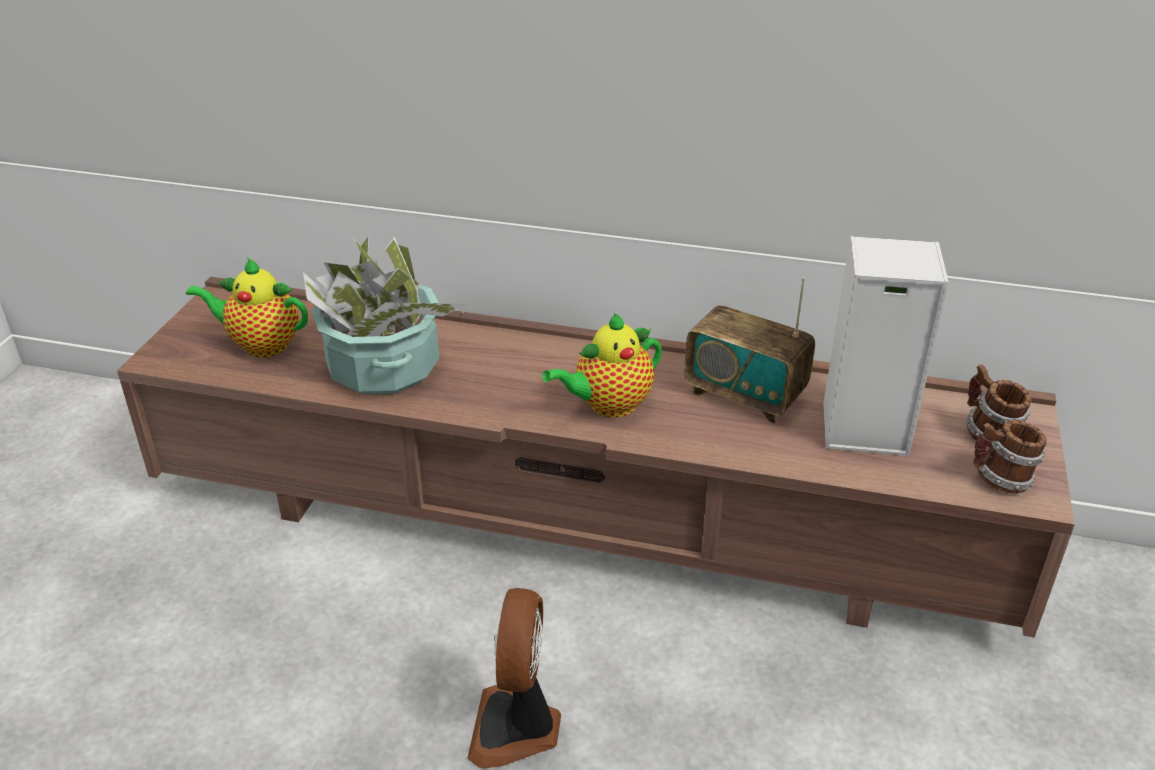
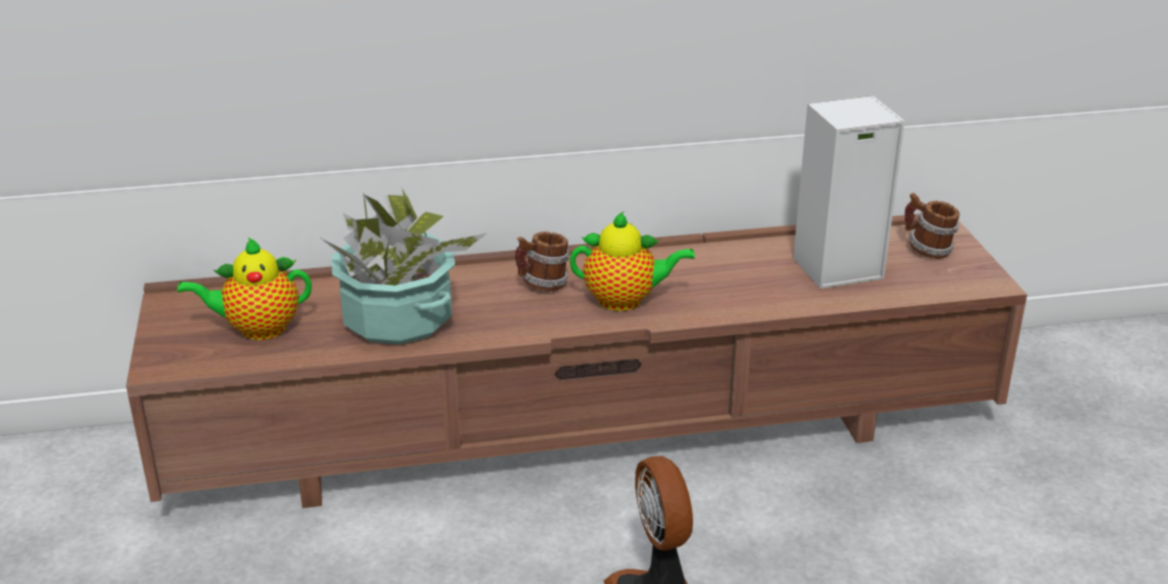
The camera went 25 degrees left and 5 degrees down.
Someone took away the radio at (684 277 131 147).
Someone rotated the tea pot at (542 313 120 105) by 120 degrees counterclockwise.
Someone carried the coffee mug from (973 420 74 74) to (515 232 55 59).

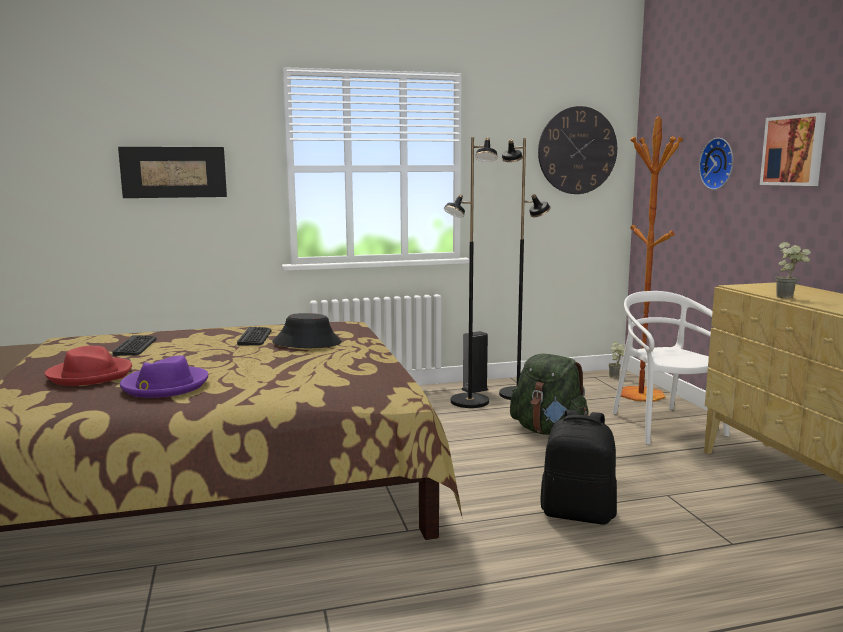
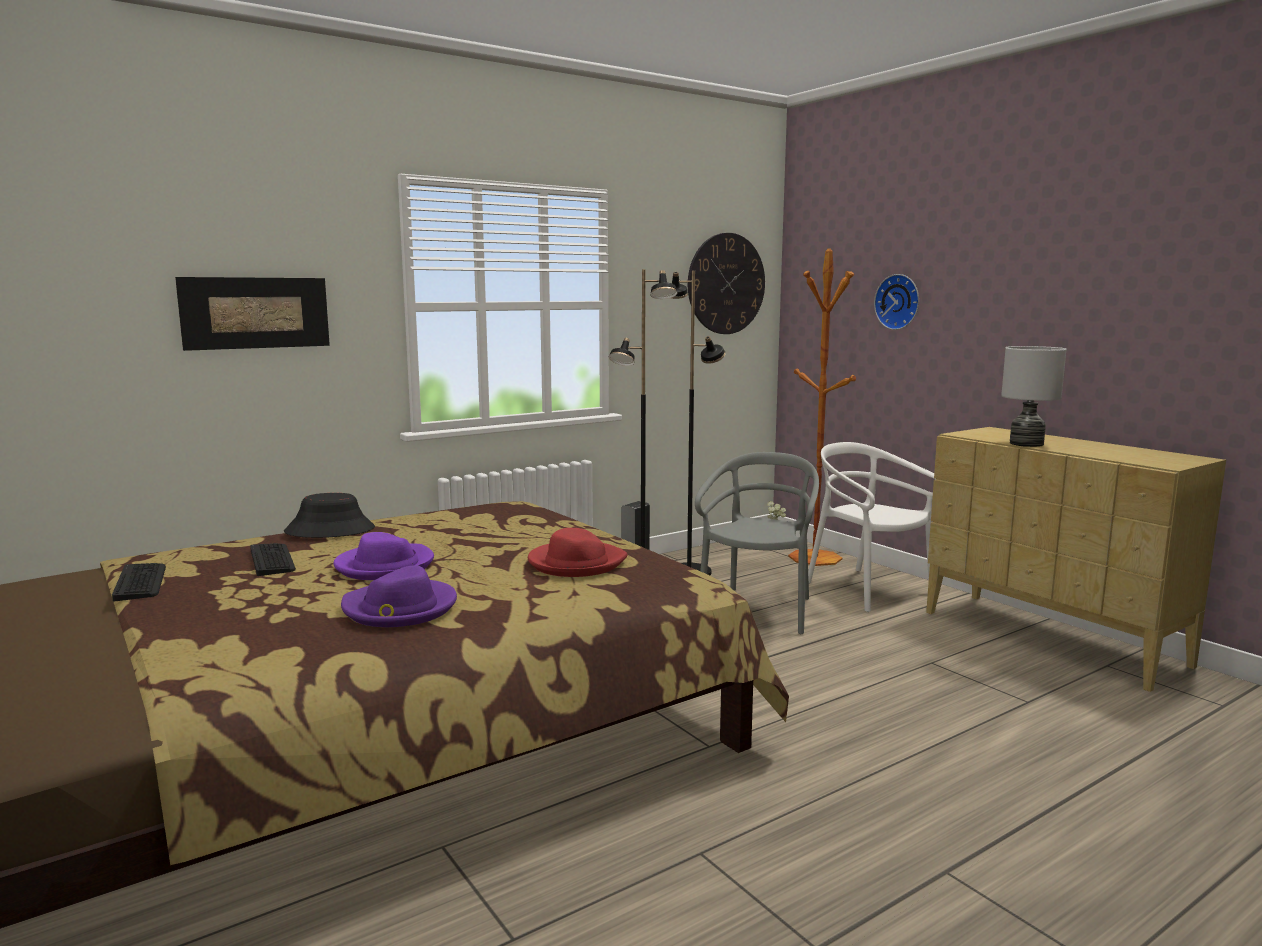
The camera went 20 degrees left and 0 degrees up.
Someone took away the wall picture at (760 113 66 73).
Someone swapped the plant in a pot at (776 242 35 57) for the grey lamp for a table at (1001 346 66 101).
Someone carried the black wearable hat from (272 313 70 35) to (284 493 91 45).
Someone carried the keyboard from (237 327 35 19) to (112 563 54 38).
Someone carried the red-coloured wearable hat from (45 346 87 40) to (528 528 100 49).
Someone swapped the greenish rucksack at (510 354 79 81) for the grey chair at (695 452 124 182).
Someone took away the black rucksack at (540 410 77 115).
Someone put down the purple wearable hat at (333 532 101 48).

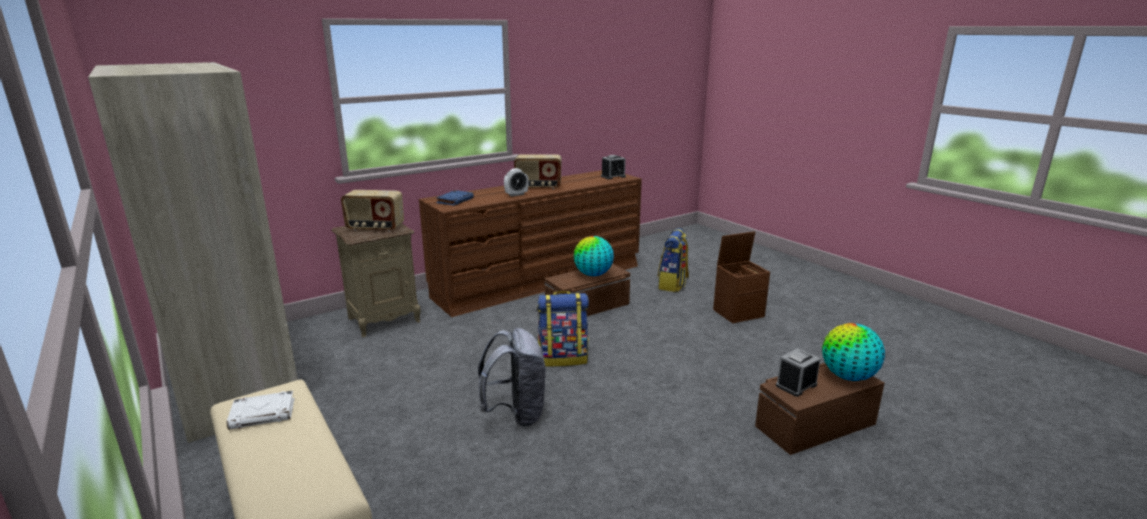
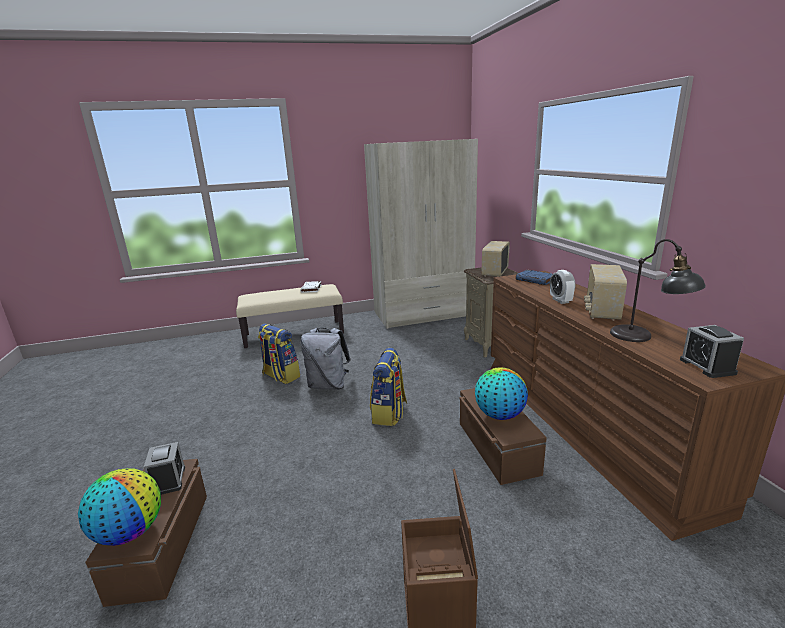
The camera went 110 degrees right and 0 degrees up.
Someone carried the rucksack from (658 228 31 64) to (258 323 42 61).
Someone put down the grey lamp for a table at (610 239 96 103).

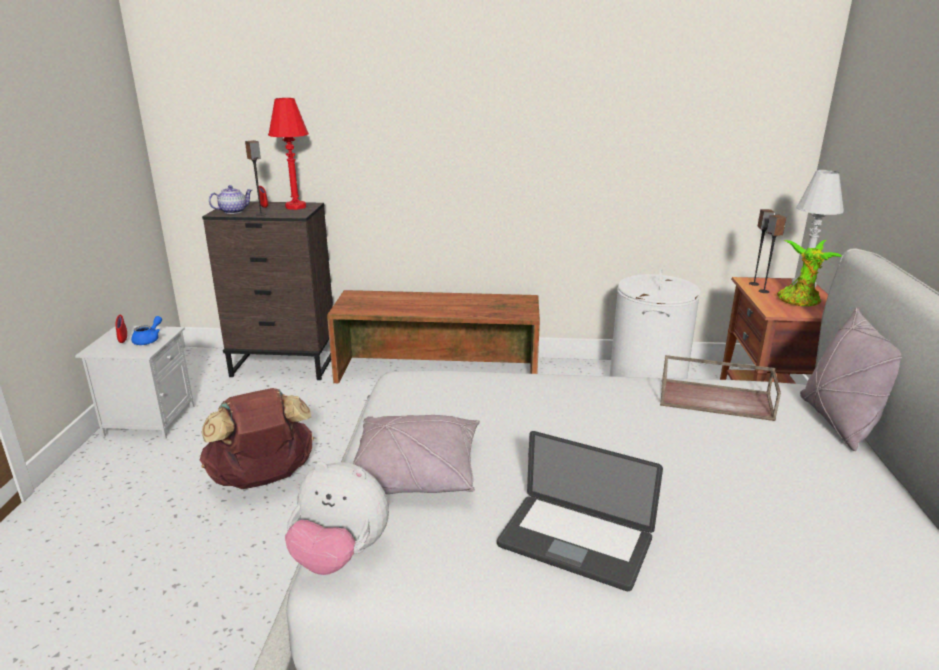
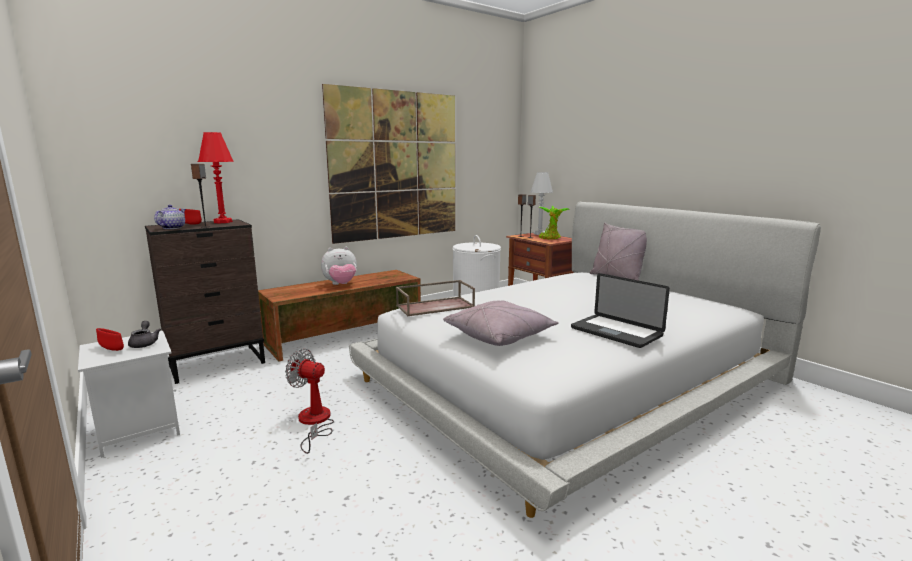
The camera went 40 degrees left and 10 degrees down.
Someone repainted the blue tea pot at (131 316 31 29), which became the grey tea pot at (128 321 33 27).
Someone carried the brown-coloured serving tray from (660 355 121 66) to (396 280 79 36).
Someone swapped the brown-coloured rucksack at (200 388 114 101) for the electric fan at (285 349 49 105).
Someone rotated the notebook computer at (497 431 166 160) by 60 degrees clockwise.
Someone carried the cuddly toy from (285 461 104 114) to (321 247 36 38).
Someone put up the wall picture at (322 84 133 160).

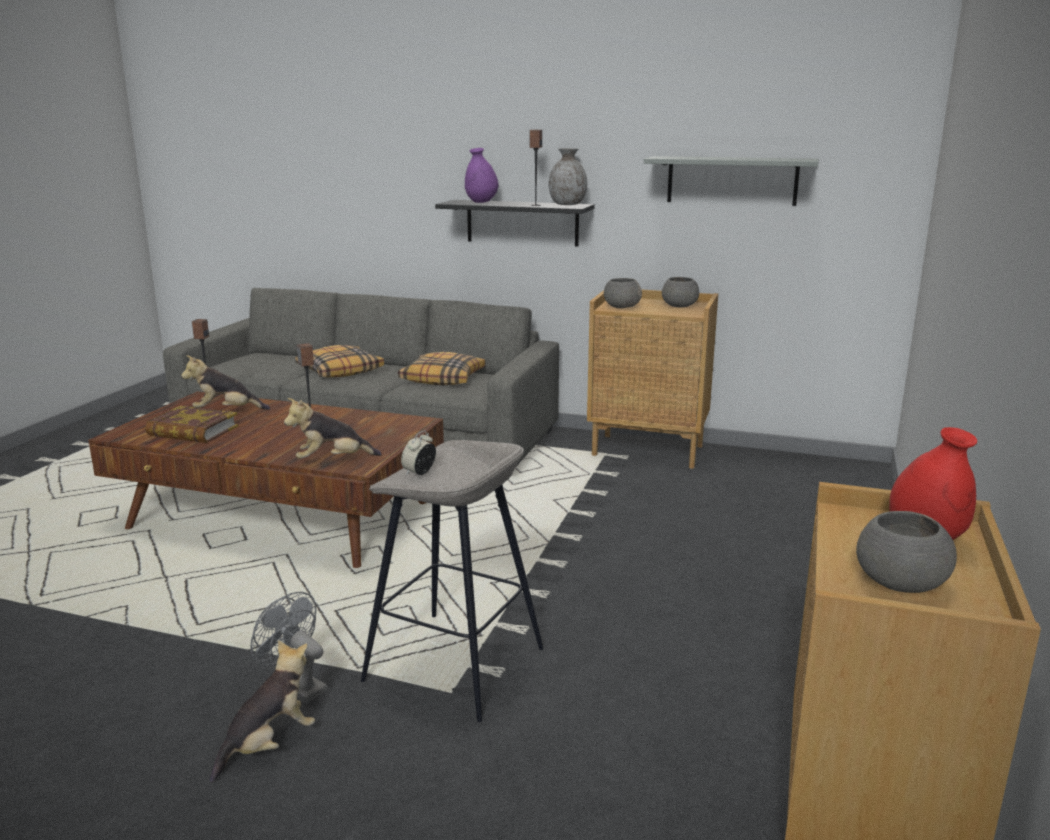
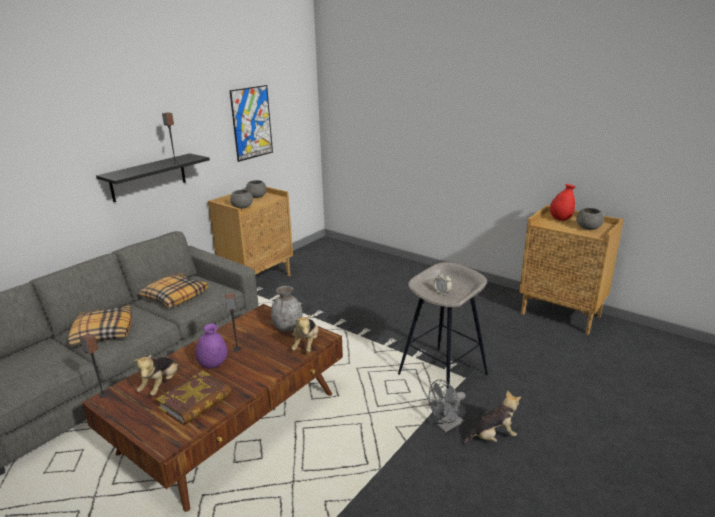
The camera went 70 degrees left and 5 degrees up.
Someone carried the purple vase from (465 148 34 55) to (195 323 33 46).
Someone carried the grey vase from (549 148 38 57) to (271 286 32 46).
Someone swapped the grey shelf at (644 156 175 50) for the wall picture at (230 85 43 77).
Someone rotated the cuddly toy at (210 640 105 143) by 105 degrees clockwise.

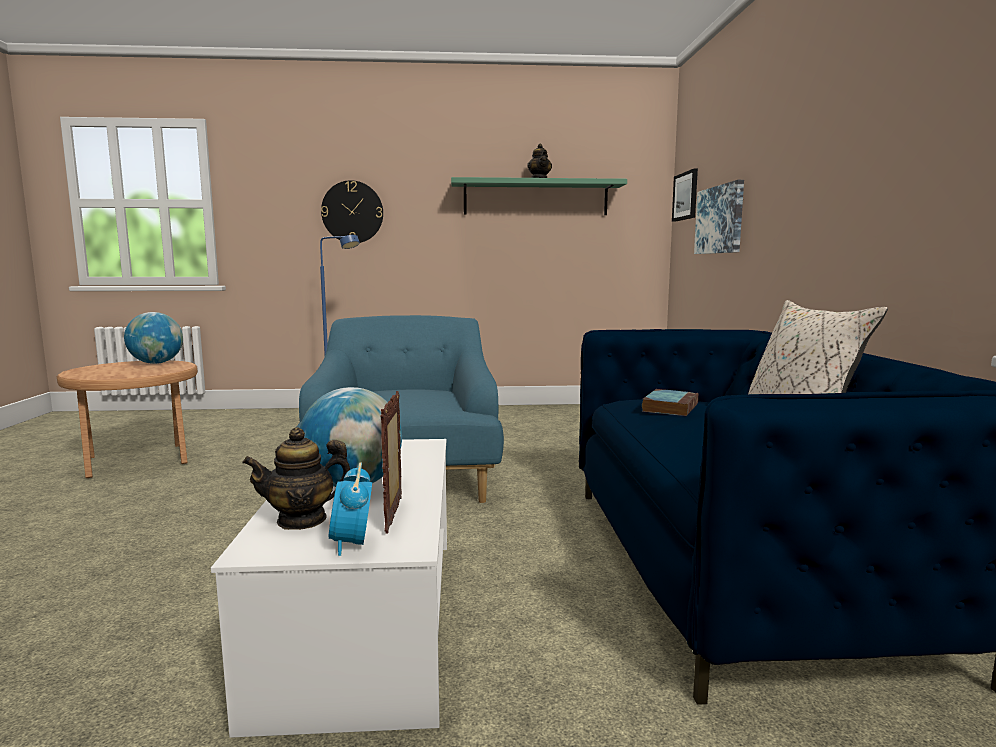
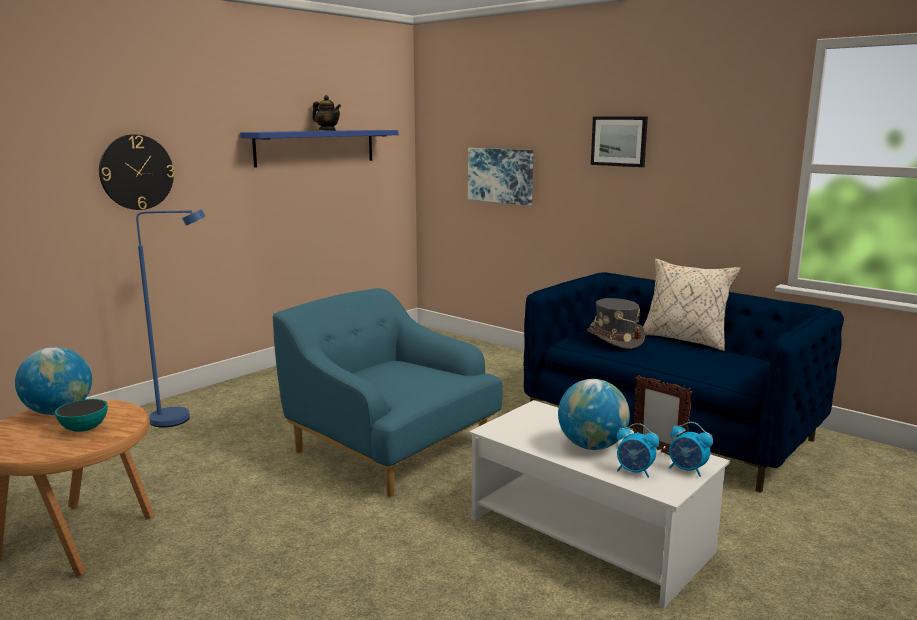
The camera went 45 degrees left and 5 degrees up.
Someone carried the wall picture from (672 168 26 54) to (591 117 57 50).
Someone repainted the greenish shelf at (451 177 176 38), which became the blue shelf at (240 130 159 38).
Someone swapped the bound book at (642 389 57 27) for the grey wearable hat at (586 298 59 51).
Someone swapped the tea pot at (242 427 108 103) for the bedside clock at (617 423 43 55).
Someone put down the deep dish at (55 399 53 33).

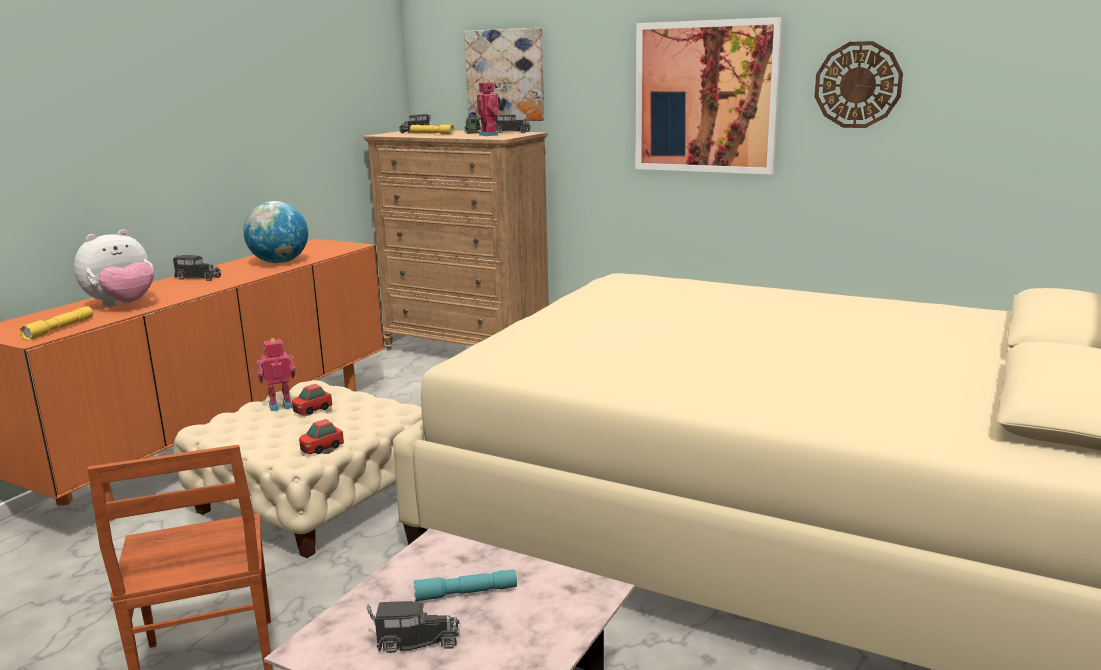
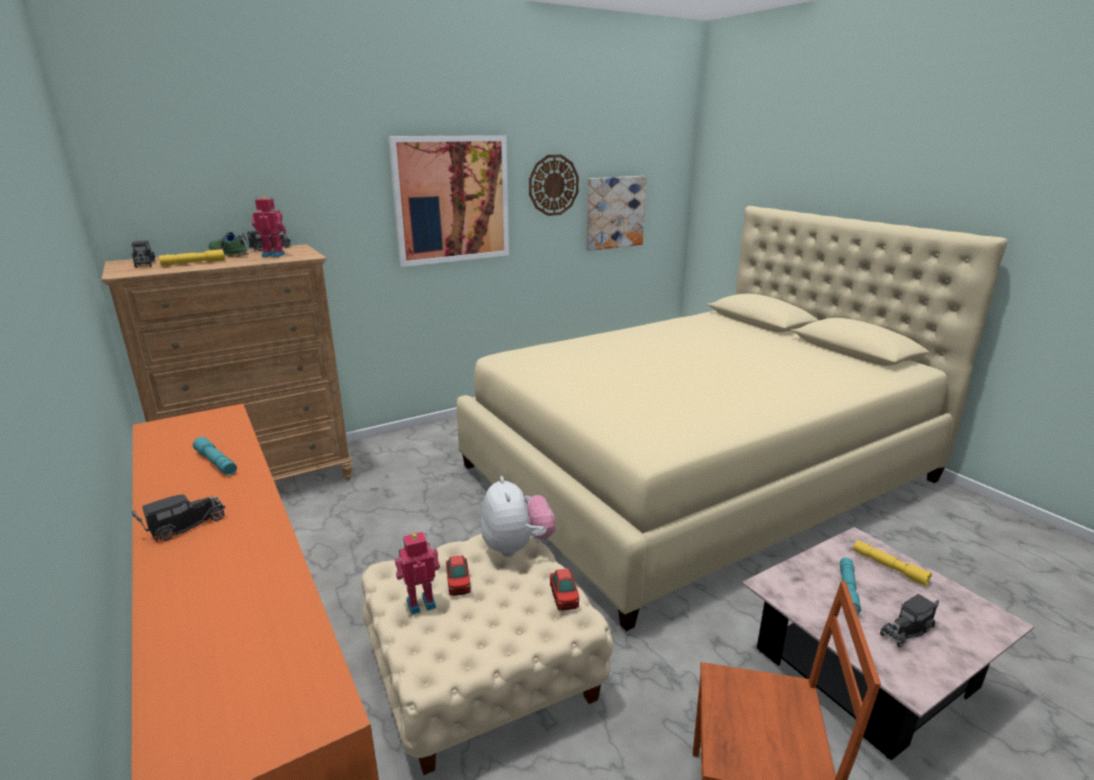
The camera went 60 degrees left and 5 degrees up.
Someone carried the wall picture from (464 28 80 93) to (587 176 59 75).
Someone swapped the globe at (243 201 65 62) for the turquoise-coloured flashlight at (193 437 44 39).
Someone carried the cuddly toy from (74 229 80 78) to (481 476 75 81).
Someone carried the yellow-coloured flashlight from (19 306 74 35) to (853 540 79 46).
Someone rotated the model robot at (257 338 38 73) by 60 degrees clockwise.
Someone rotated the toy lorry at (367 601 93 52) by 150 degrees counterclockwise.

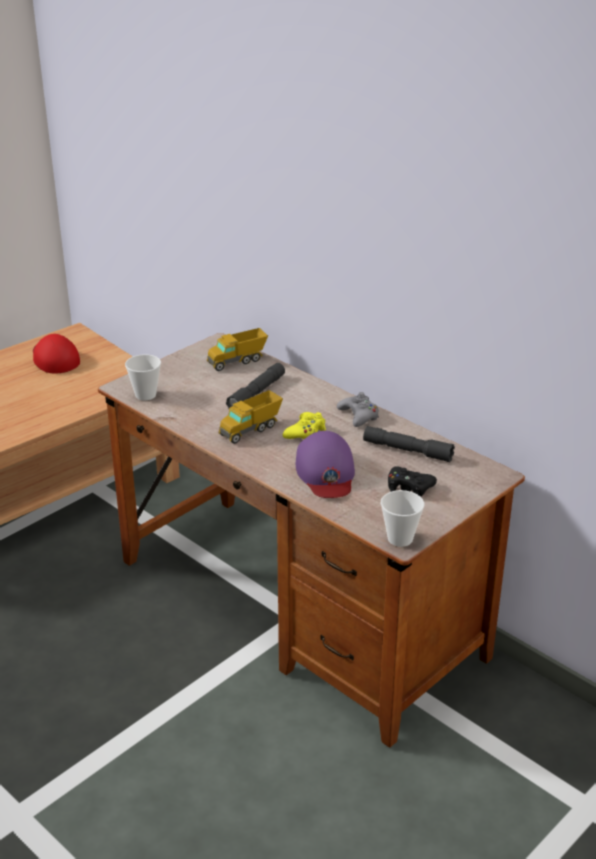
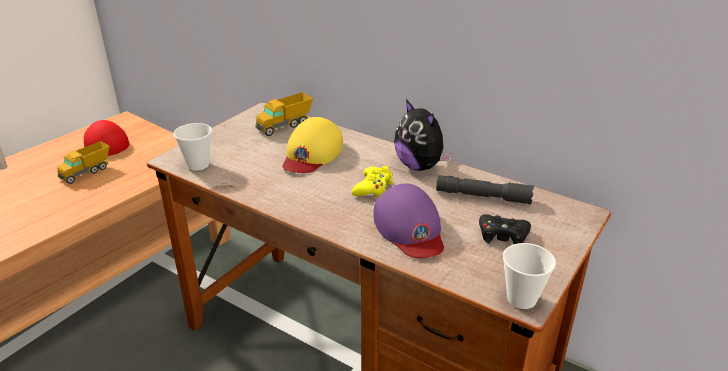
The camera went 10 degrees left and 0 degrees up.
Someone swapped the grey flashlight at (226 363 59 46) for the yellow-coloured peaked cap at (282 117 61 56).
Someone carried the toy lorry from (219 390 64 54) to (57 141 53 43).
Someone swapped the grey joypad at (337 392 42 35) for the cuddly toy at (394 99 58 72).

